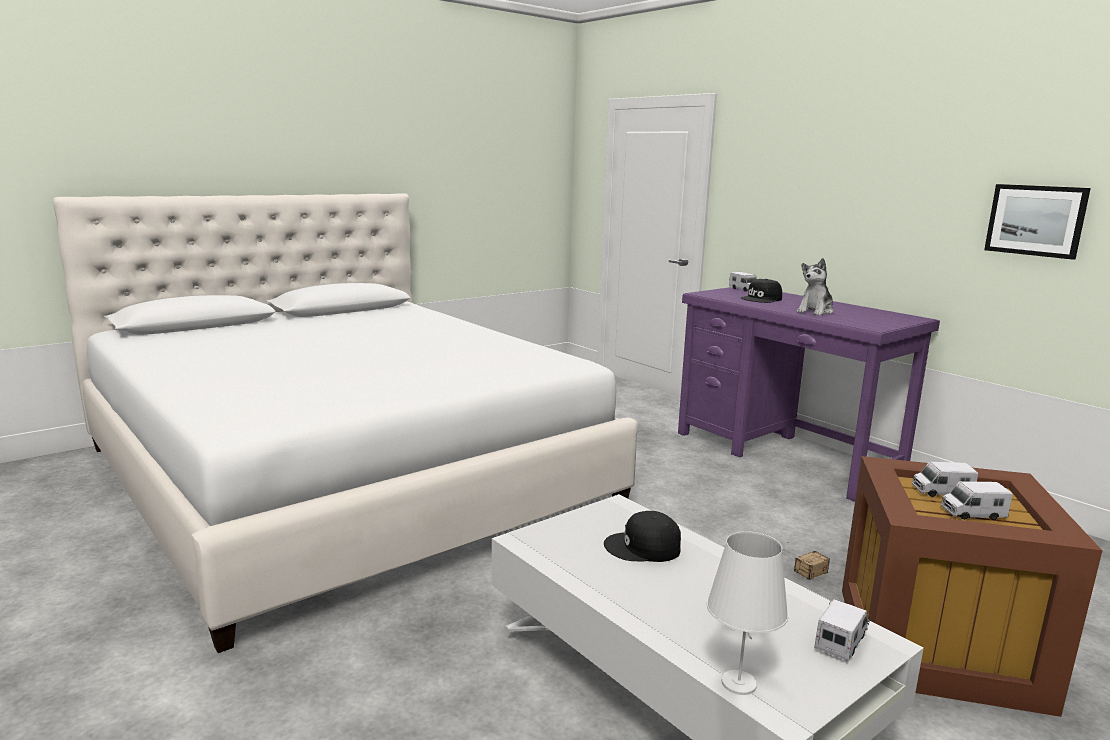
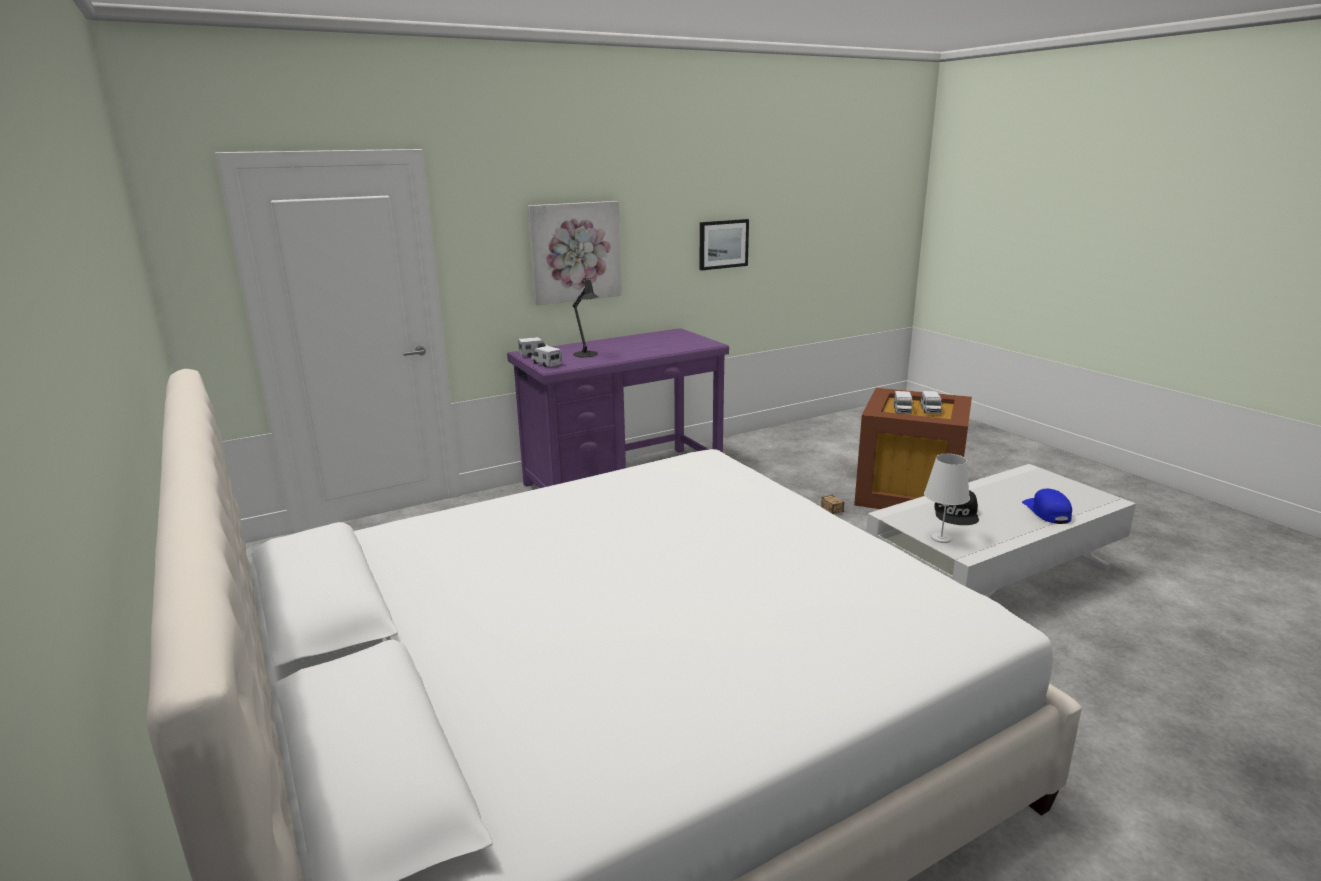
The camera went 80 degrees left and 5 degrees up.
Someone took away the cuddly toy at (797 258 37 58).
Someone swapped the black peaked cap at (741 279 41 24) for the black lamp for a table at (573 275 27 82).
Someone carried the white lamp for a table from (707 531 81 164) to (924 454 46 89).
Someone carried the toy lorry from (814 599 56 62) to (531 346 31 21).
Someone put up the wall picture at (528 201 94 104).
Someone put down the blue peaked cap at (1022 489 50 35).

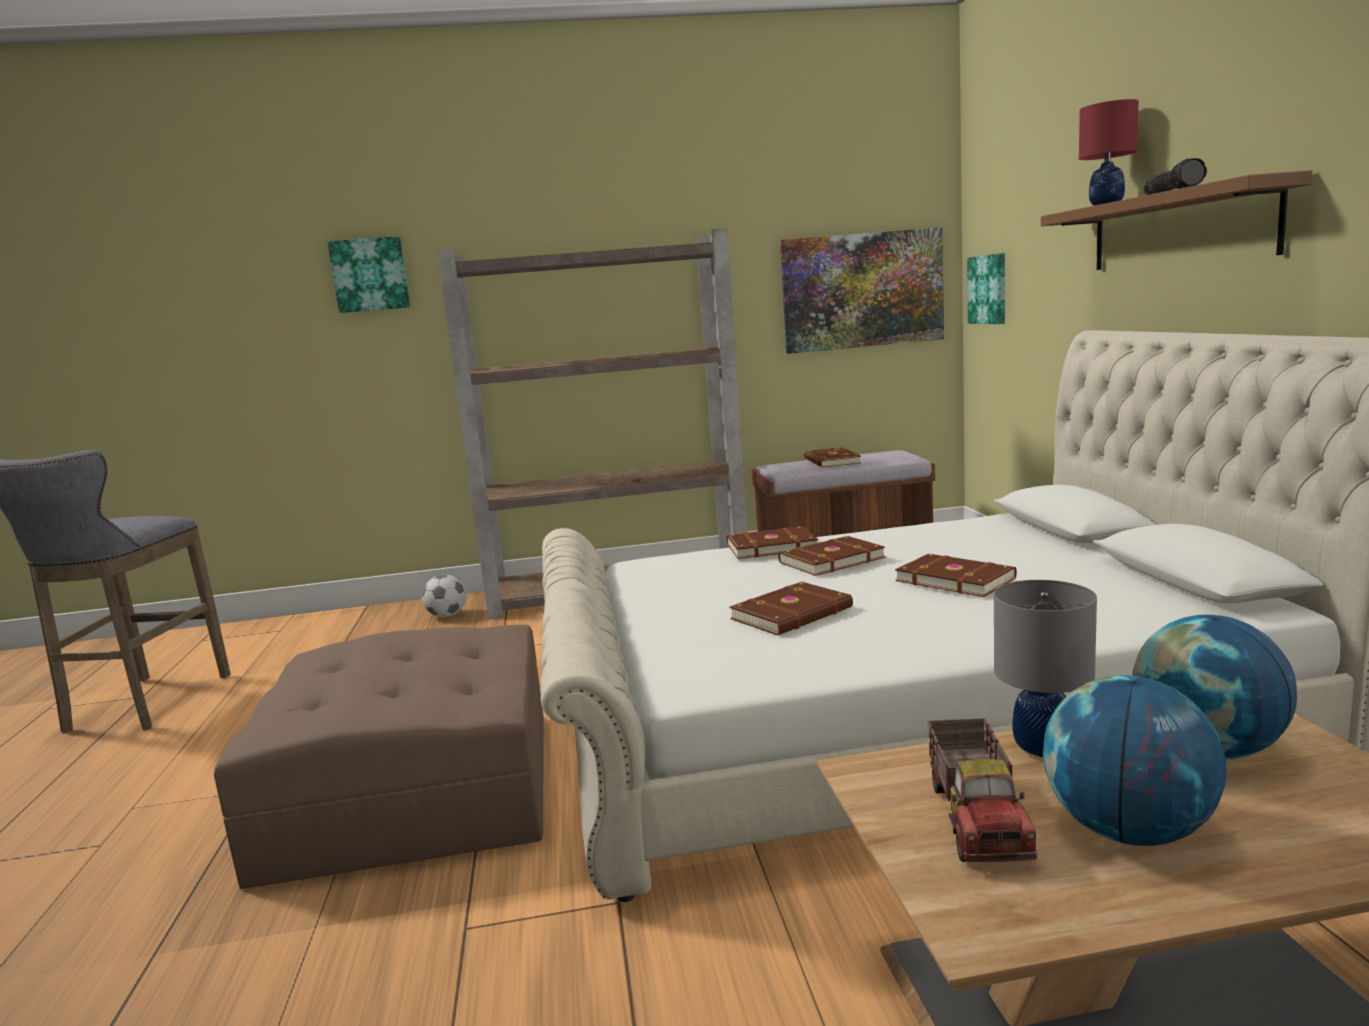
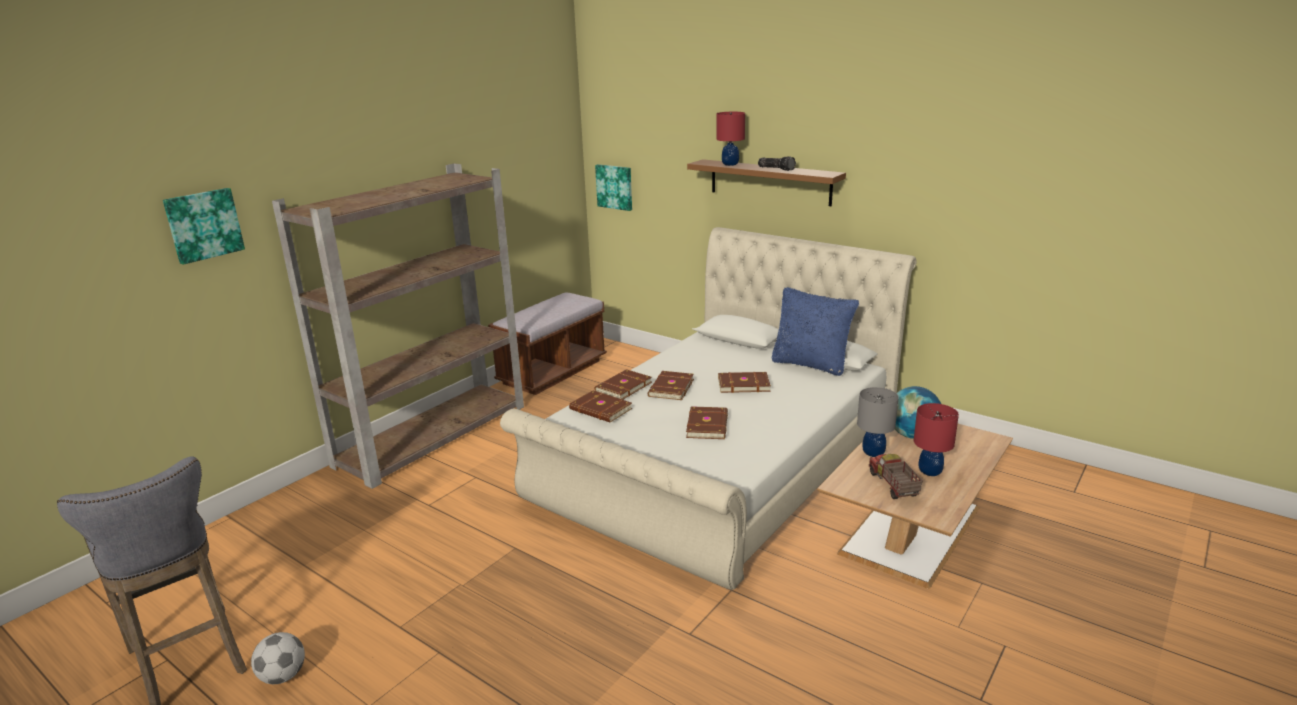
The camera went 45 degrees left and 10 degrees up.
Someone took away the wall picture at (780 227 164 127).
Someone carried the brown-coloured bound book from (804 447 57 21) to (569 390 63 32).
Someone carried the football from (422 575 44 43) to (251 632 54 52).
Someone took away the brown-coloured pouffe at (214 625 329 264).
Someone swapped the globe at (1043 675 184 171) for the red-coloured lamp for a table at (914 403 45 73).
Someone rotated the toy lorry at (928 718 109 144) by 150 degrees counterclockwise.
Someone put down the blue throw pillow at (772 287 87 89).

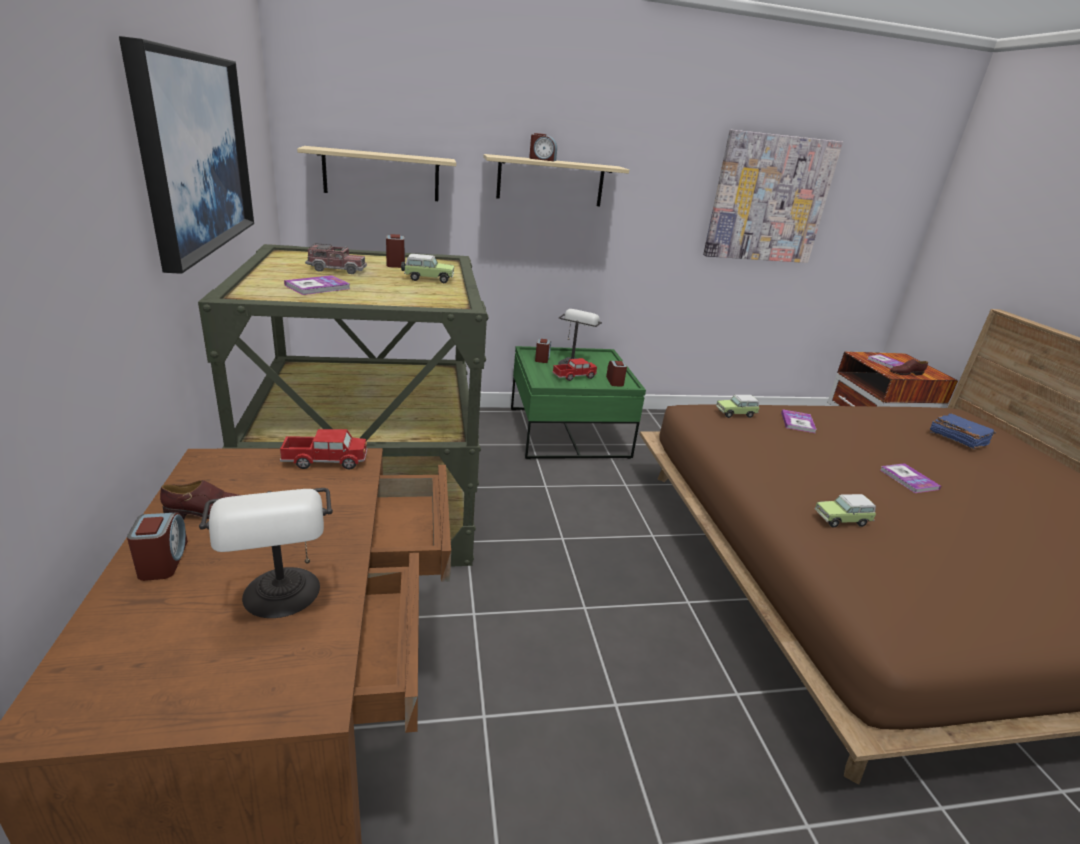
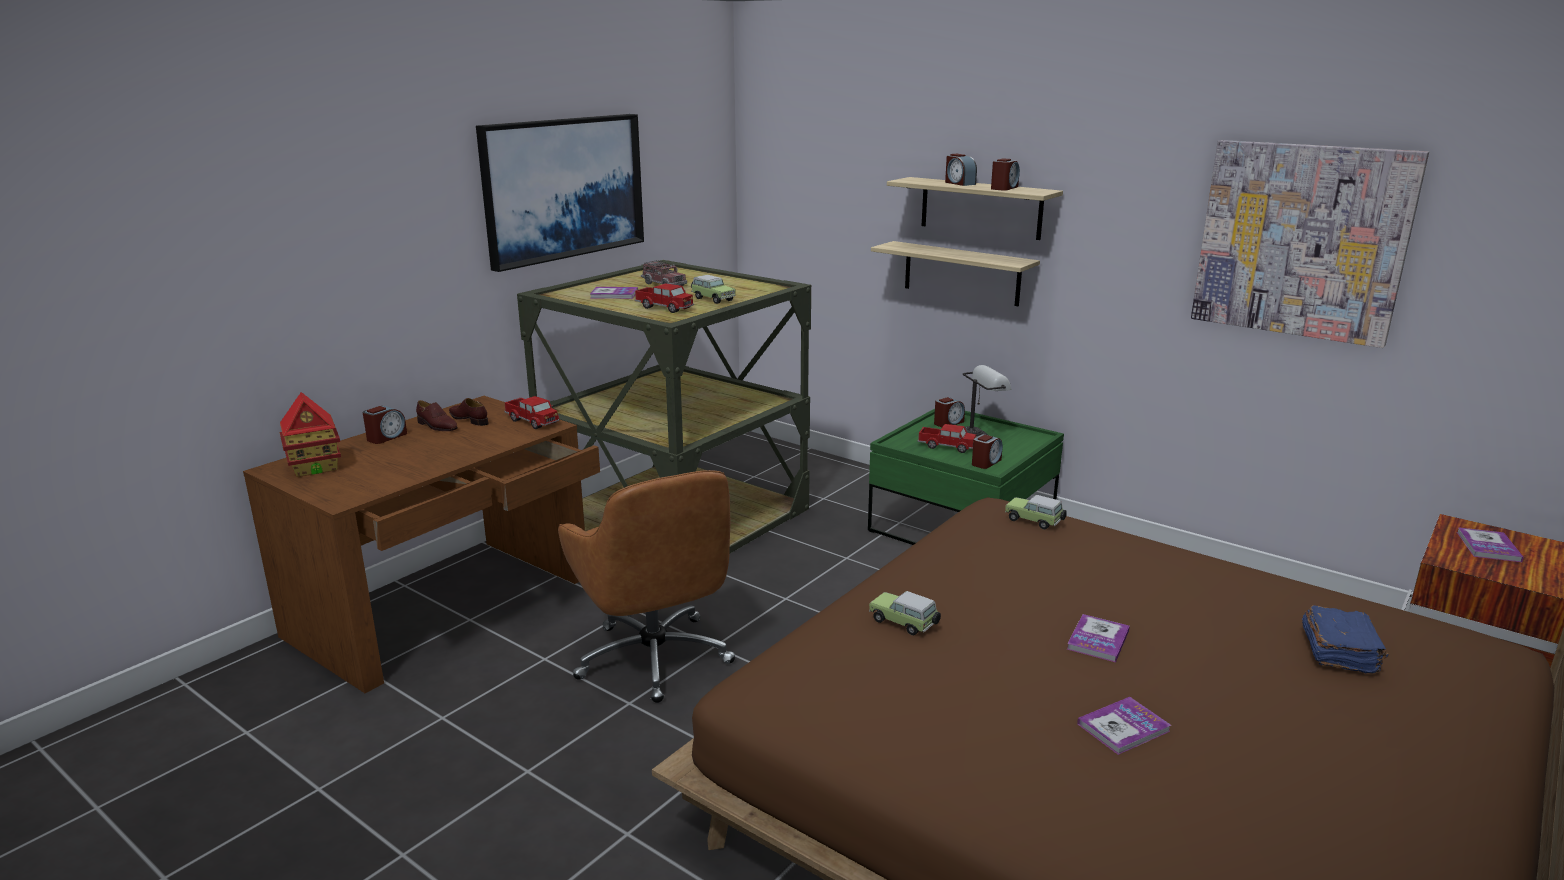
The camera went 50 degrees right and 5 degrees down.
Someone carried the shelf from (297 146 159 55) to (871 241 169 65).
Someone carried the bedside clock from (386 234 19 34) to (991 158 29 33).
Someone carried the brown-coloured item of footwear from (890 359 38 16) to (449 398 40 28).
Someone carried the bound book from (781 409 36 24) to (1077 697 94 58).
Someone took away the lamp for a table at (199 488 134 130).
Someone put down the toy lorry at (635 283 59 30).
Someone put down the miniature house at (280 392 61 85).
Someone put down the brown-coloured computer chair at (558 470 177 233).

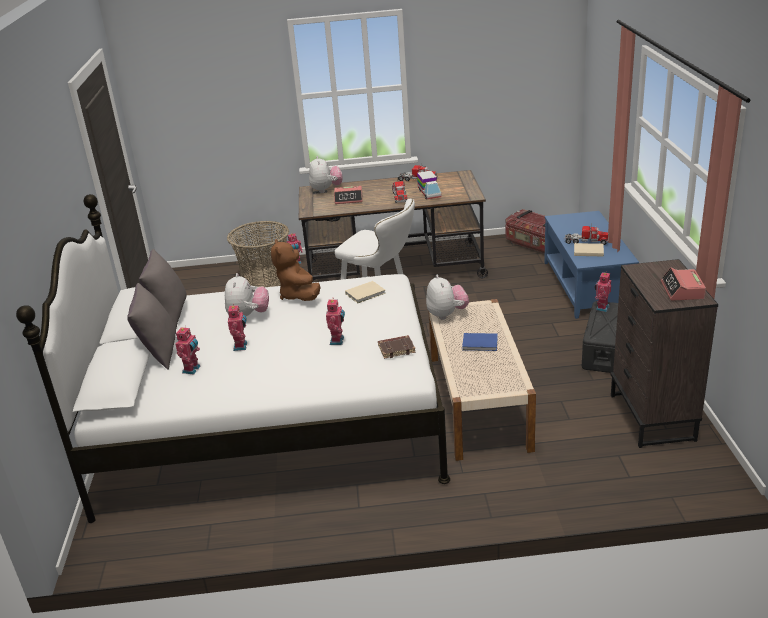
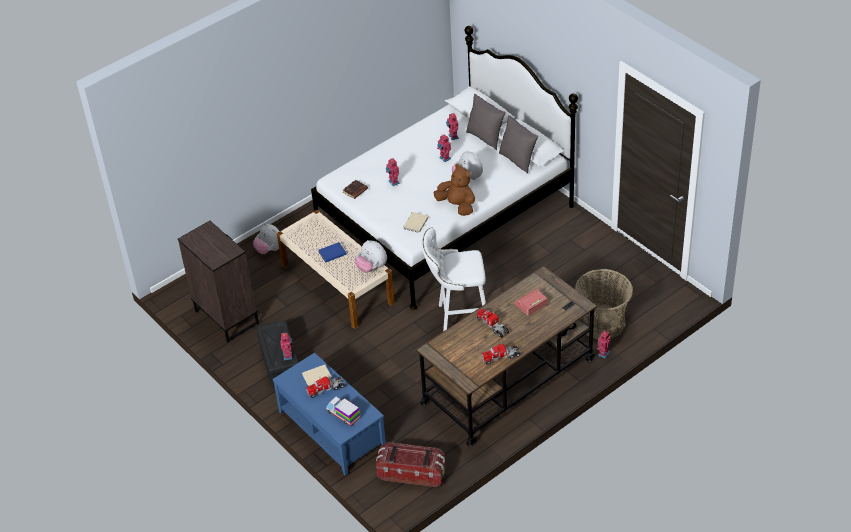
The camera went 145 degrees right and 15 degrees up.
Someone carried the cuddly toy from (309 156 34 37) to (253 224 26 30).
Someone carried the toy lorry from (417 171 25 28) to (326 397 35 29).
Someone took away the bedside clock at (661 268 45 33).

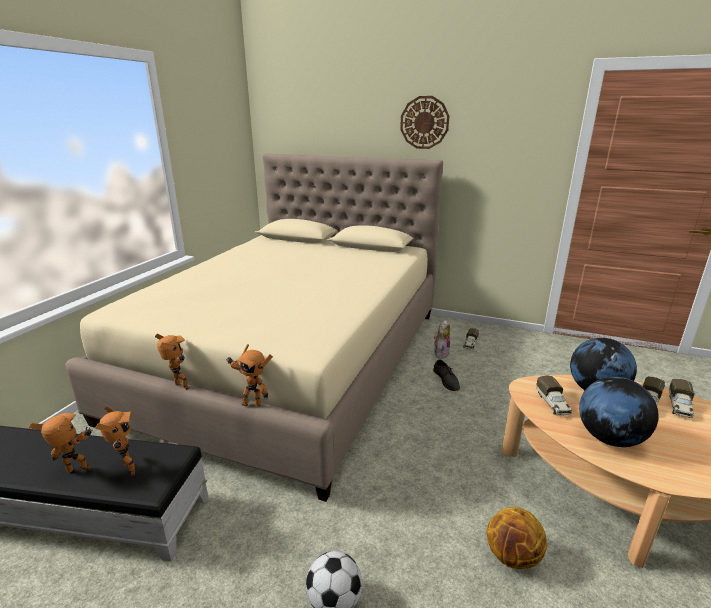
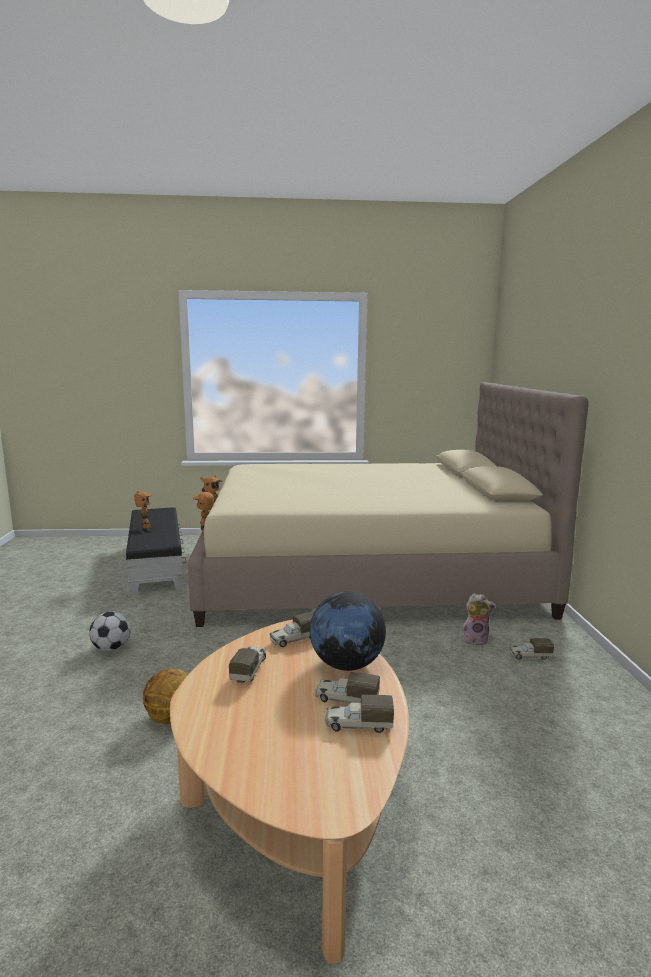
The camera went 65 degrees right and 10 degrees down.
Someone took away the hanging clock at (400 96 49 53).
Someone took away the grey item of footwear at (433 359 27 32).
Someone swapped the globe at (579 377 79 70) for the toy lorry at (229 646 37 38).
Someone took away the model robot at (96 406 39 70).

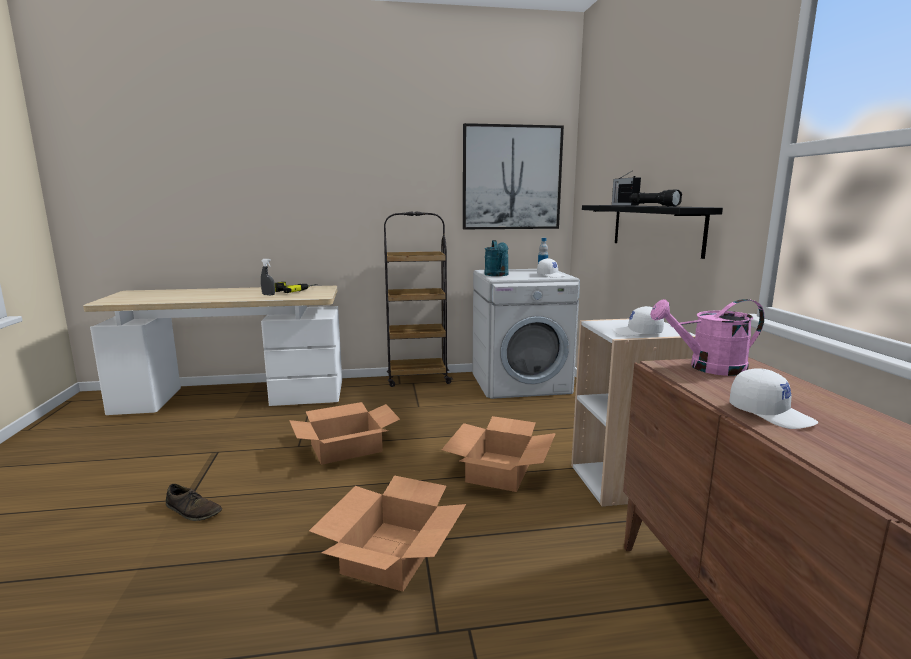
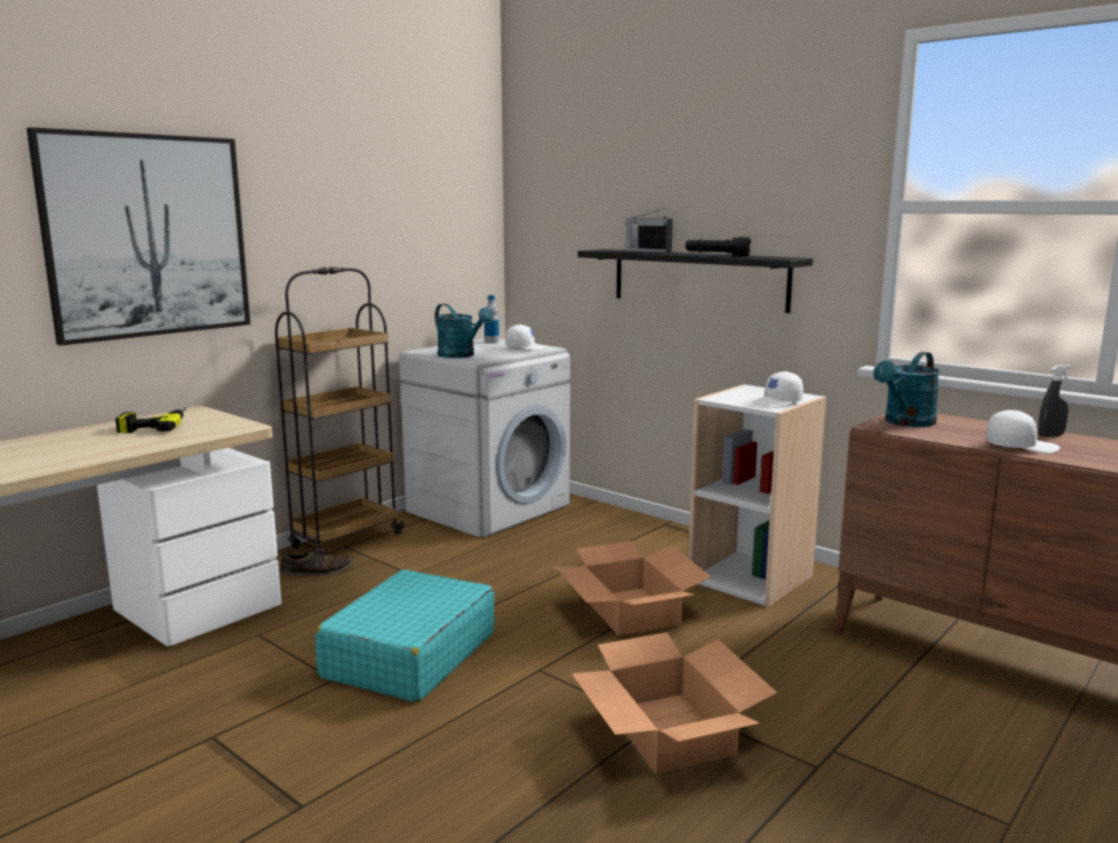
The camera went 40 degrees left and 0 degrees up.
Someone carried the wall picture from (463 123 101 106) to (26 127 225 219).
Someone carried the grey spray bottle from (261 259 14 36) to (1038 365 33 72).
Someone repainted the pink watering pot at (650 299 115 77), which became the turquoise-coloured watering pot at (873 352 67 75).
Someone swapped the carton at (289 402 111 63) for the turquoise-coloured piece of luggage at (315 569 179 133).
Someone carried the brown-coloured item of footwear from (166 484 56 37) to (281 550 73 26).

